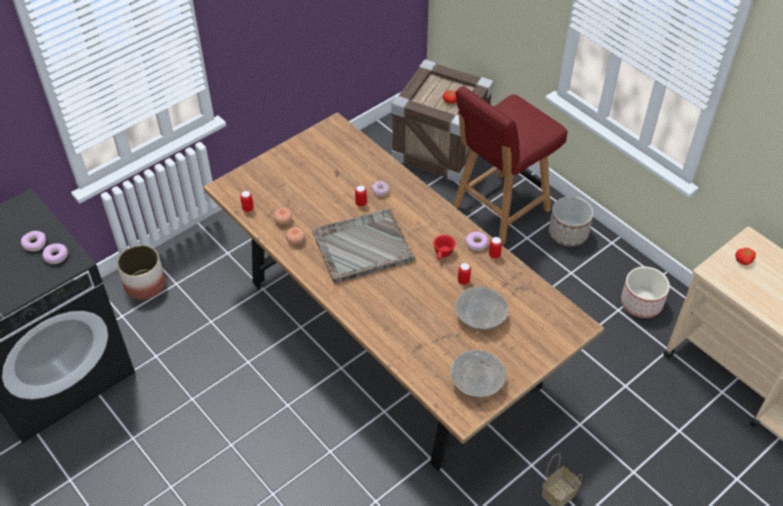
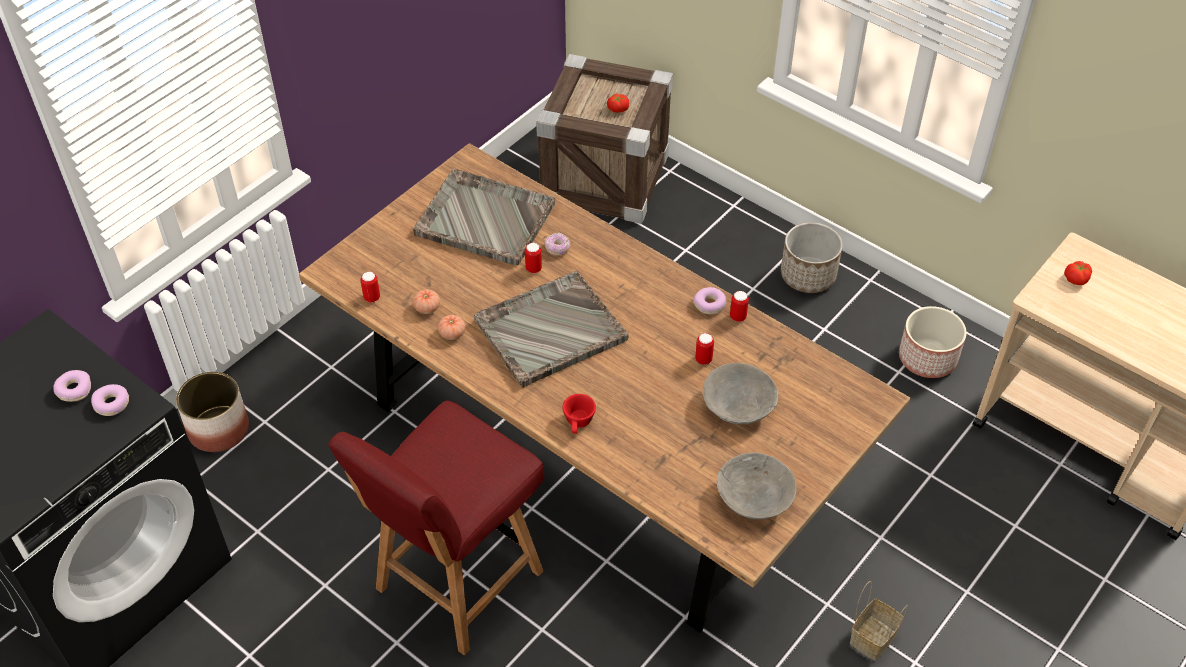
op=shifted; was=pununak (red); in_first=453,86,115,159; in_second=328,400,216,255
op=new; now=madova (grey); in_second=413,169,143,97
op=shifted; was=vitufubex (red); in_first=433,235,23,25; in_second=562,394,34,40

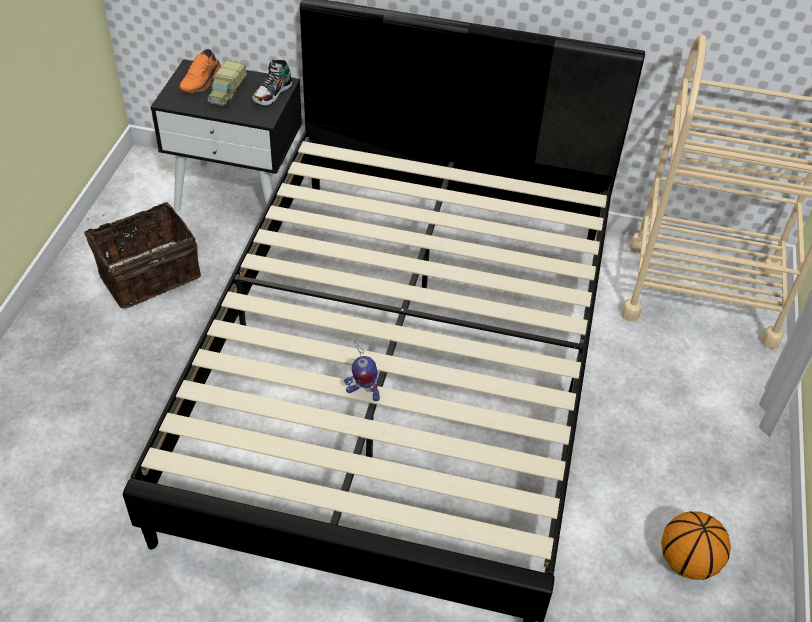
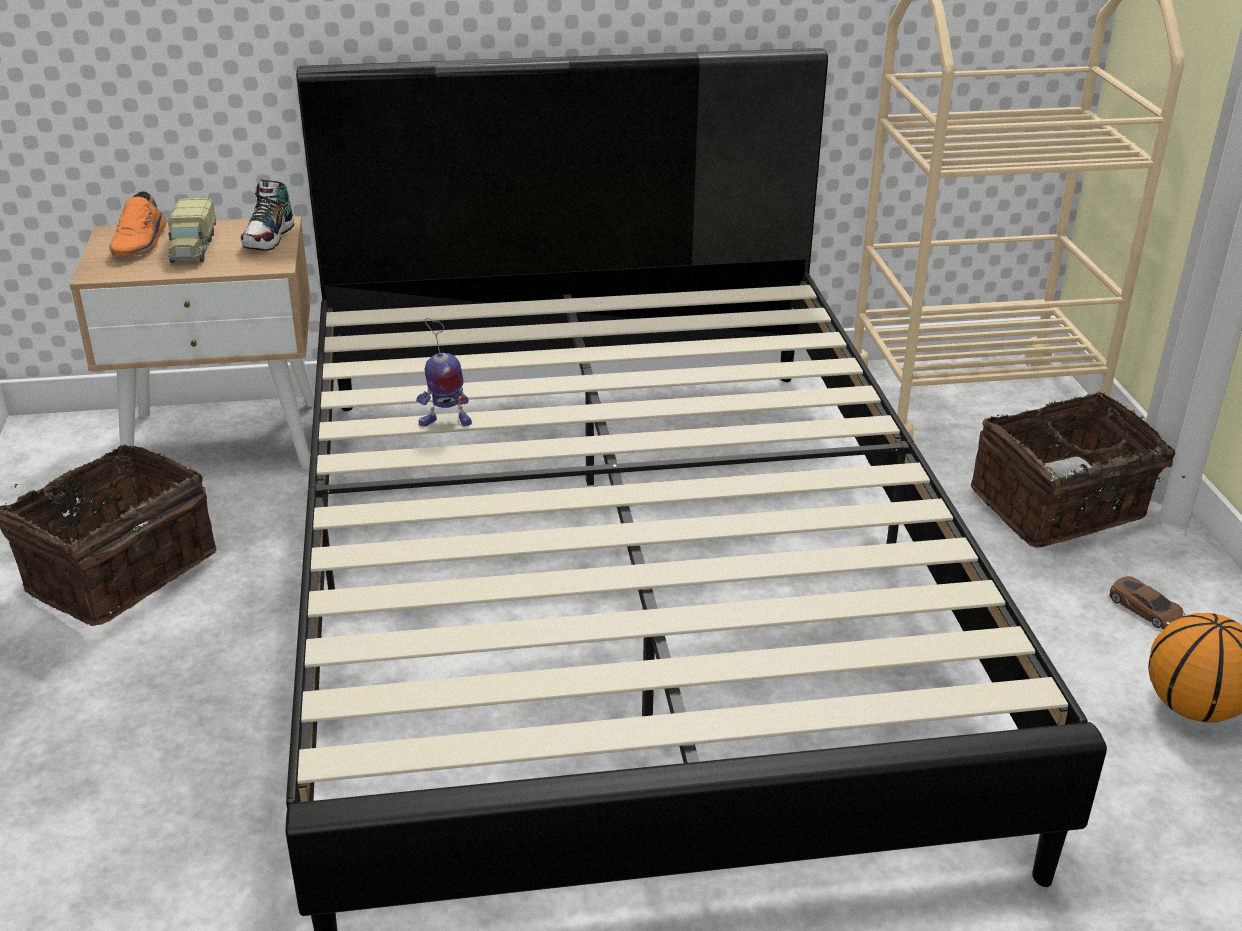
op=repainted; was=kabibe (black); now=kabibe (beige); in_first=150,59,152,153; in_second=70,216,244,253
op=shifted; was=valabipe; in_first=344,341,36,60; in_second=416,318,56,109
op=new; now=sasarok; in_second=971,392,214,156
op=new; now=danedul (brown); in_second=1109,576,77,53

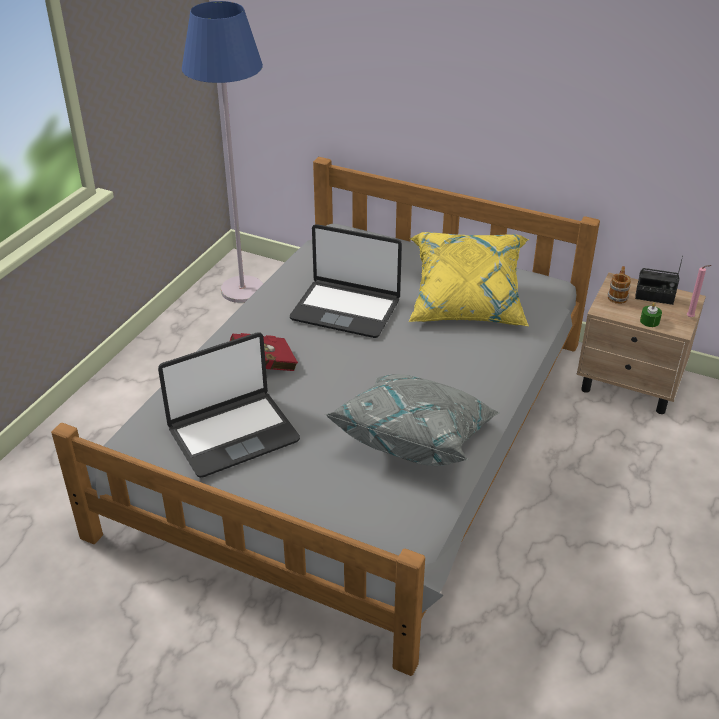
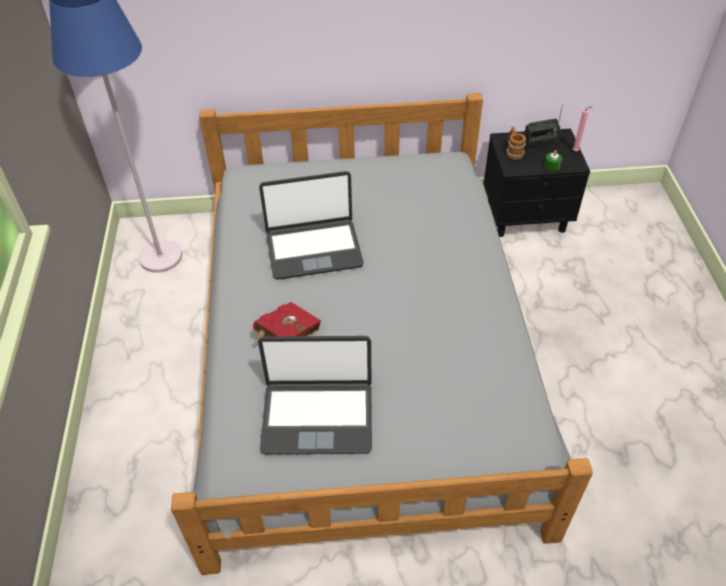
op=rotated; was=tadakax; in_first=158,332,142,146; in_second=258,336,114,118; clockwise=60
op=repainted; was=kabibe (beige); now=kabibe (black); in_first=577,272,129,142; in_second=483,129,107,108
op=gone; was=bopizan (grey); in_first=325,374,174,92
op=gone; was=bopizan (yellow); in_first=409,232,120,94

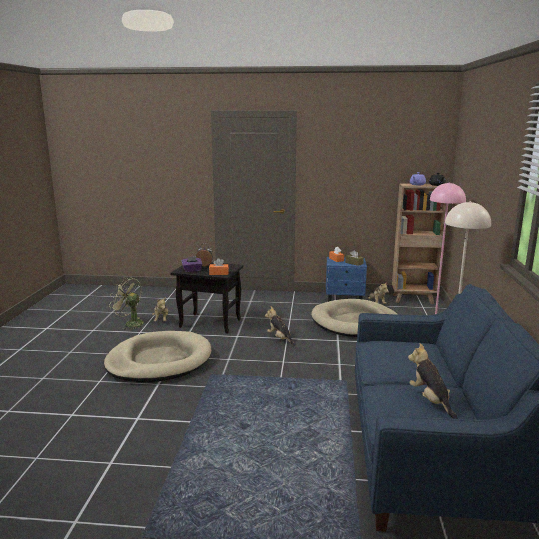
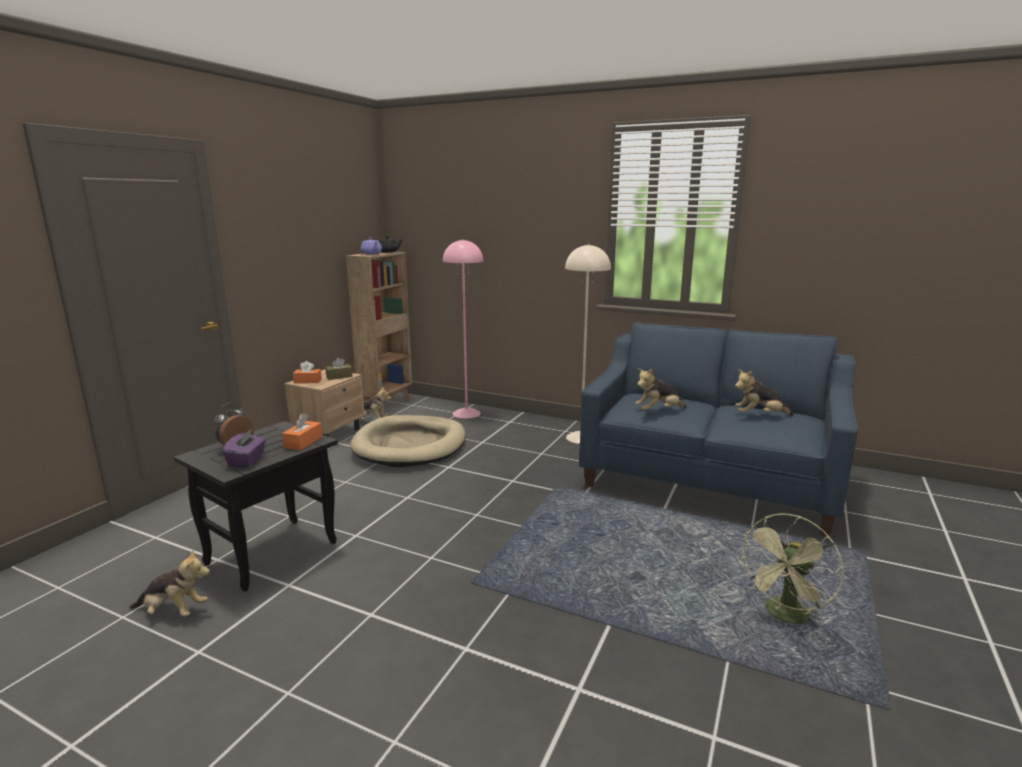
op=repainted; was=kabibe (blue); now=kabibe (beige); in_first=326,257,41,45; in_second=284,369,81,68
op=shifted; was=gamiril; in_first=265,306,31,40; in_second=635,368,52,42
op=shifted; was=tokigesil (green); in_first=109,278,35,52; in_second=738,513,106,115
op=gone; was=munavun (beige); in_first=104,331,107,51

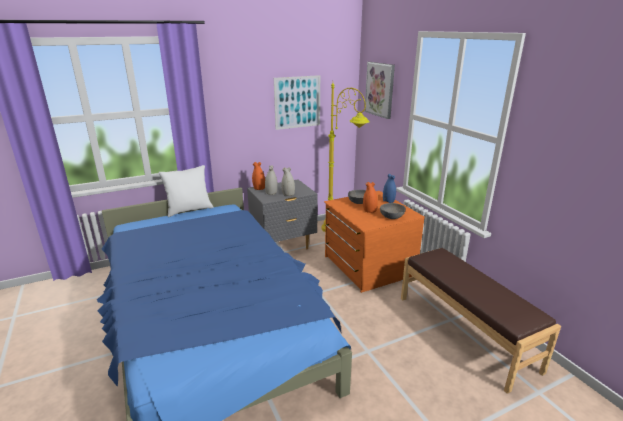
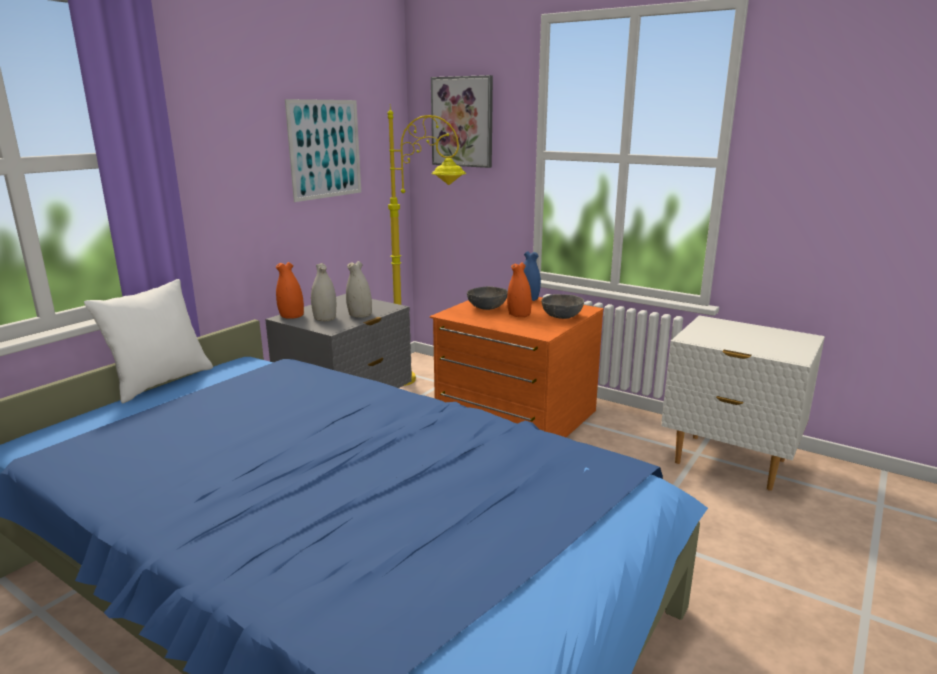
op=swapped; was=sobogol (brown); now=kabibe (white); in_first=401,248,160,146; in_second=661,315,164,176

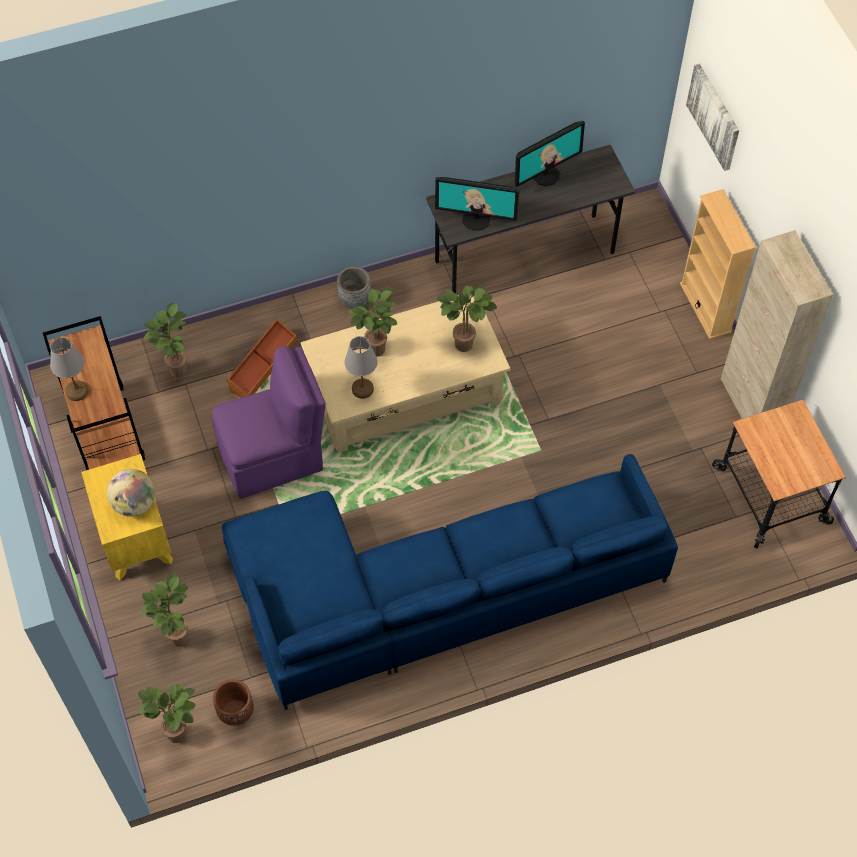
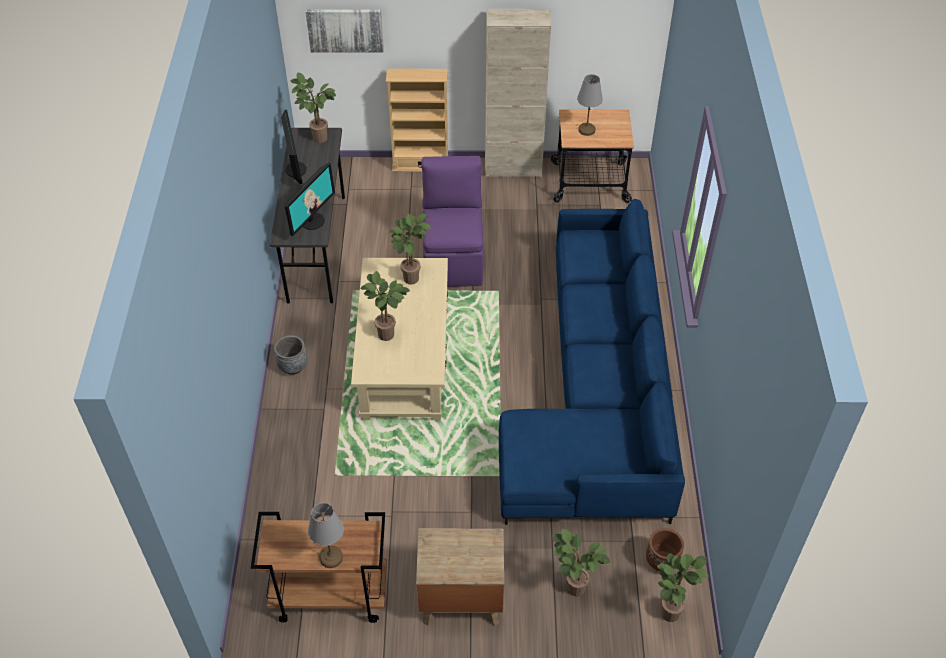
op=shifted; was=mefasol; in_first=144,303,43,75; in_second=290,73,46,70
op=repainted; was=kabibe (yellow); now=kabibe (brown); in_first=81,454,92,126; in_second=416,528,88,98
op=shifted; was=pununak (purple); in_first=212,346,114,153; in_second=421,156,63,131
op=shifted; was=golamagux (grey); in_first=345,336,32,63; in_second=577,74,26,62
op=gone; was=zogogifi; in_first=107,469,48,48
op=gone; was=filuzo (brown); in_first=227,319,70,79

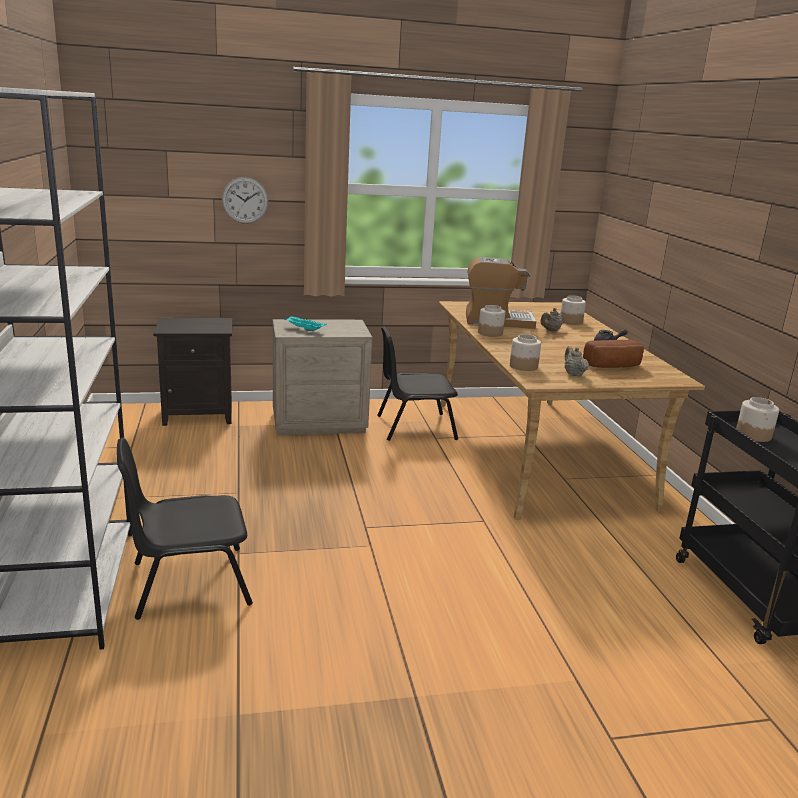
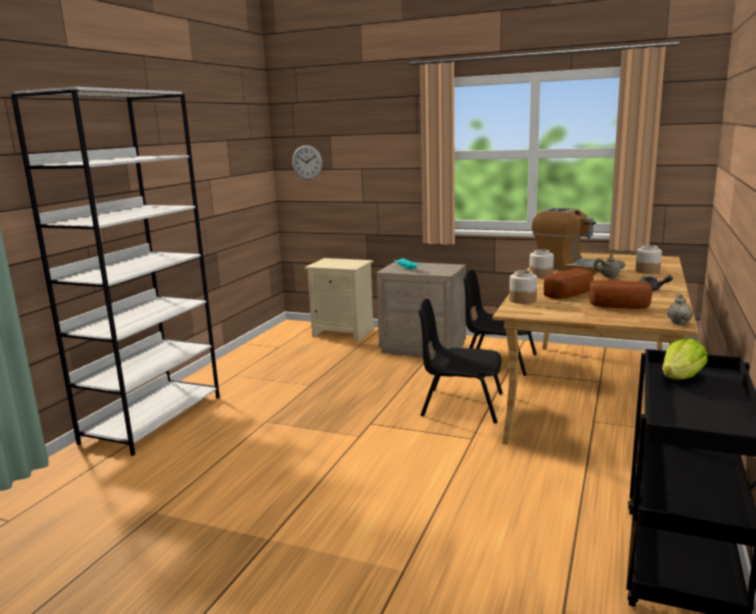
op=shifted; was=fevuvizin; in_first=222,177,46,47; in_second=292,145,31,35
op=repainted; was=kabibe (black); now=kabibe (beige); in_first=153,318,79,108; in_second=305,258,69,84
op=shifted; was=pununak (black); in_first=117,438,136,182; in_second=418,298,85,126
op=new; now=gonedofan; in_second=544,268,50,31
op=swapped; was=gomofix; now=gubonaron; in_first=736,397,43,45; in_second=662,338,46,42
op=shifted; was=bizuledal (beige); in_first=565,346,24,30; in_second=667,293,27,32

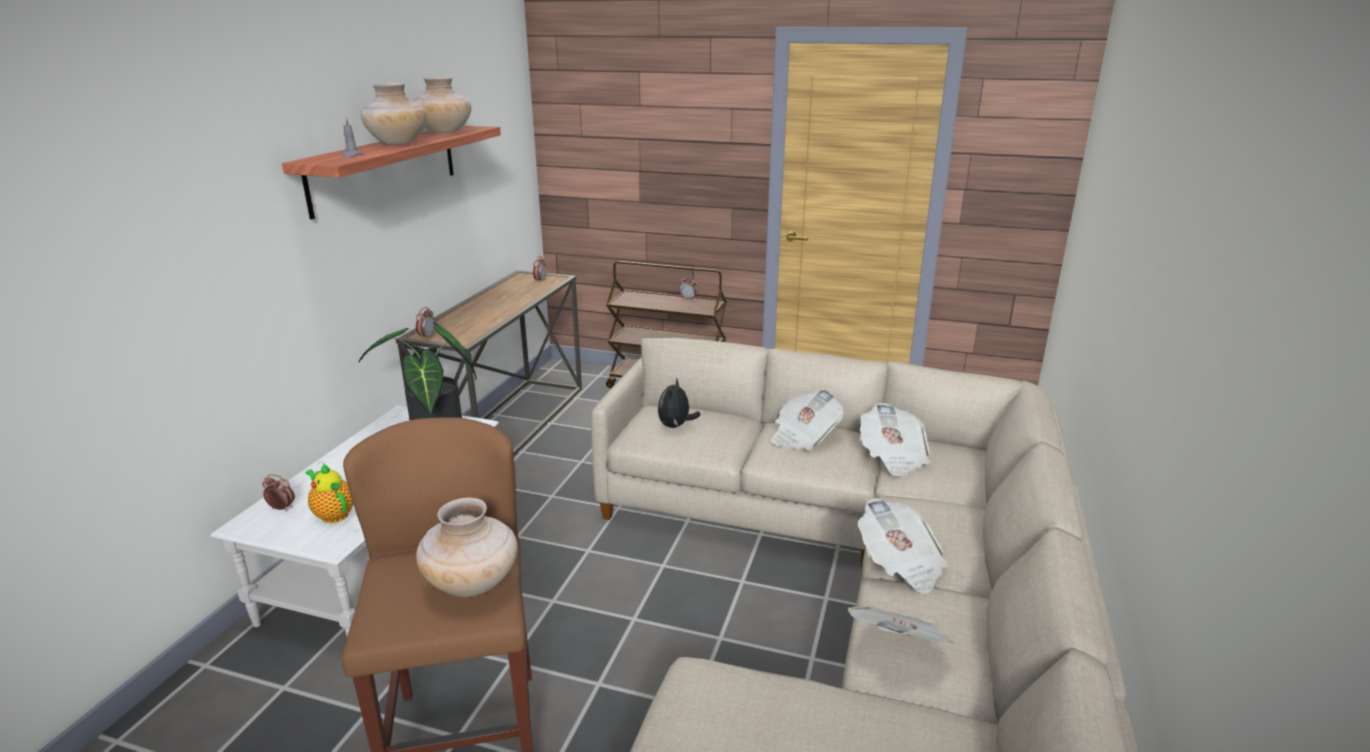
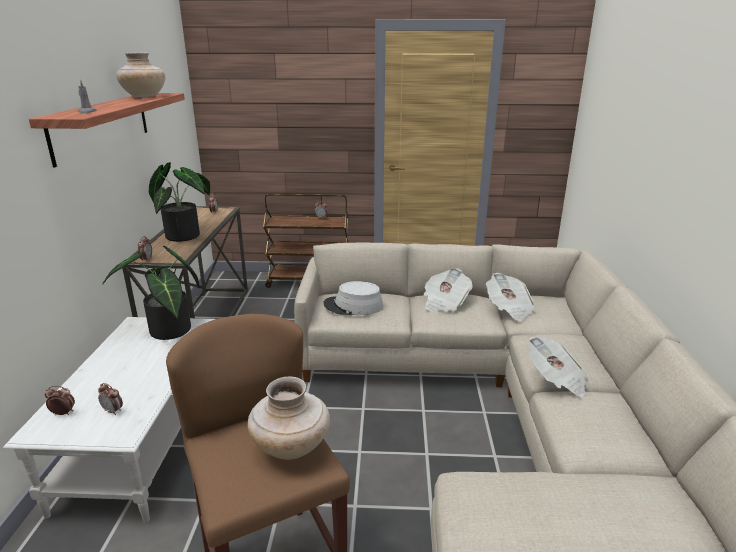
op=swapped; was=bizuledal; now=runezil; in_first=305,463,49,60; in_second=98,383,25,32
op=new; now=mefasol; in_second=149,162,61,80
op=swapped; was=gamiril; now=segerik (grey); in_first=658,377,43,51; in_second=323,281,60,34
op=gone; was=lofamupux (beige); in_first=361,83,66,62
op=gone; was=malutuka; in_first=848,606,106,38

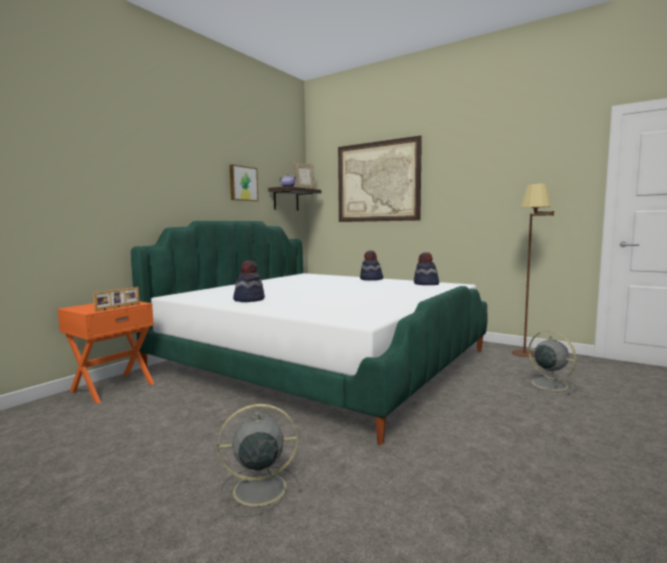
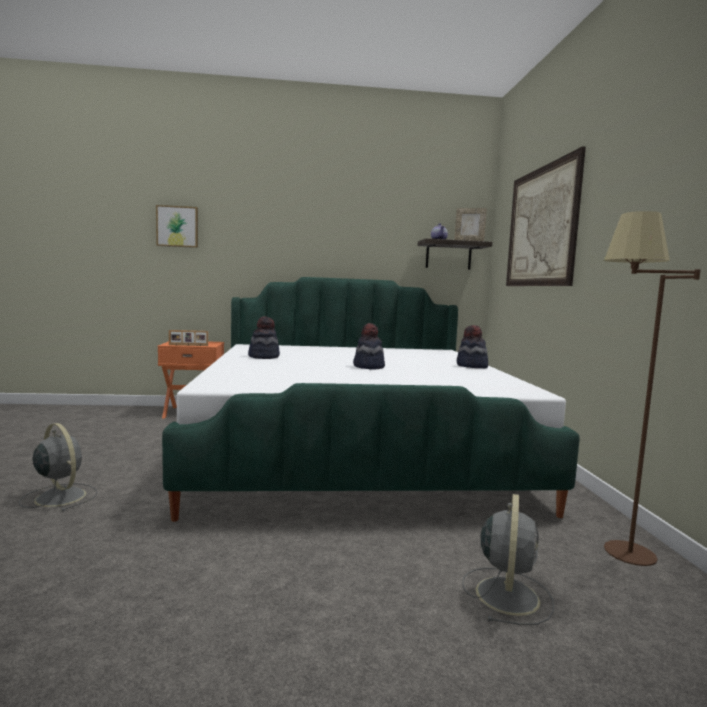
op=shifted; was=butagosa; in_first=230,164,28,37; in_second=156,205,42,43
op=shifted; was=segerik; in_first=414,252,25,33; in_second=353,323,32,47

